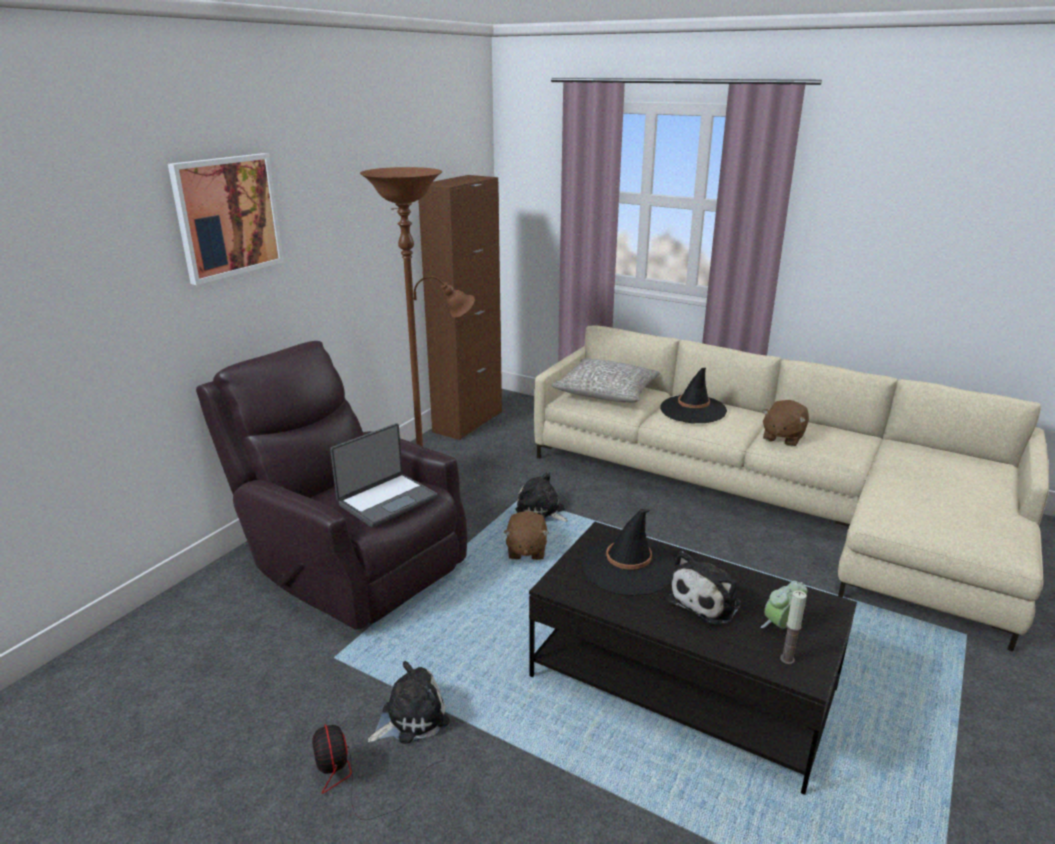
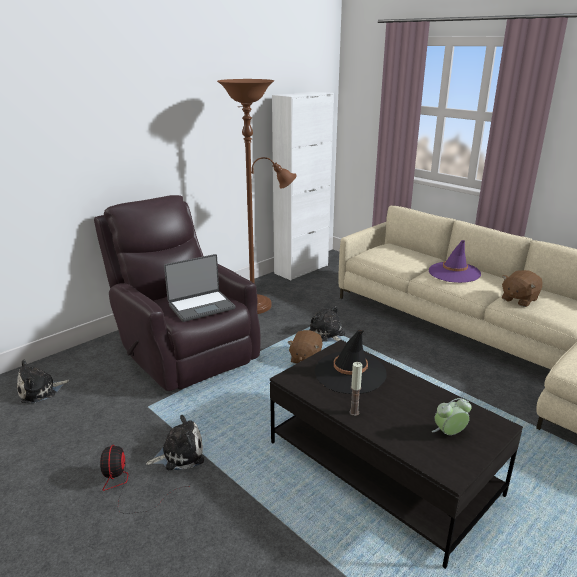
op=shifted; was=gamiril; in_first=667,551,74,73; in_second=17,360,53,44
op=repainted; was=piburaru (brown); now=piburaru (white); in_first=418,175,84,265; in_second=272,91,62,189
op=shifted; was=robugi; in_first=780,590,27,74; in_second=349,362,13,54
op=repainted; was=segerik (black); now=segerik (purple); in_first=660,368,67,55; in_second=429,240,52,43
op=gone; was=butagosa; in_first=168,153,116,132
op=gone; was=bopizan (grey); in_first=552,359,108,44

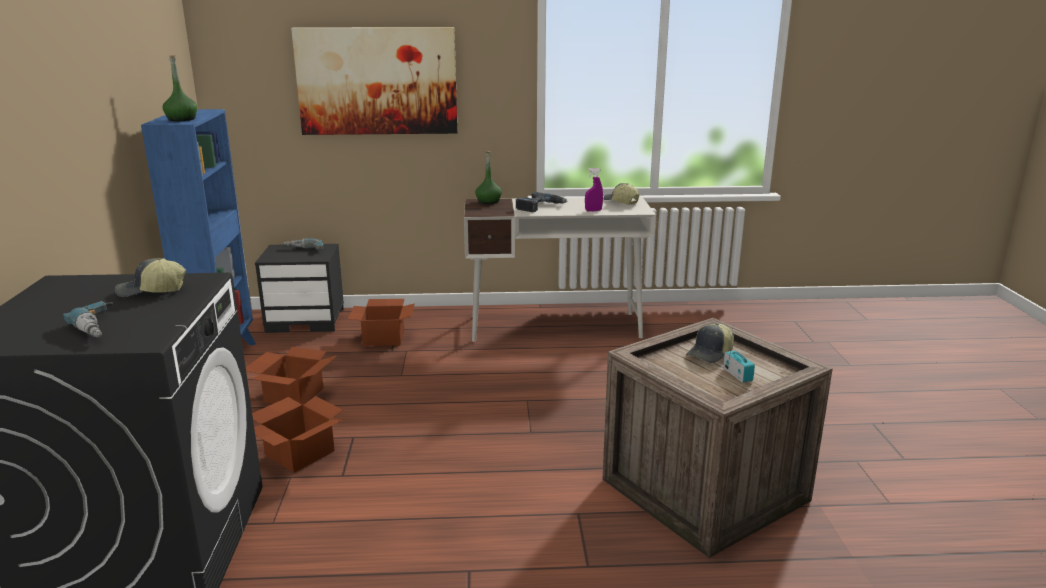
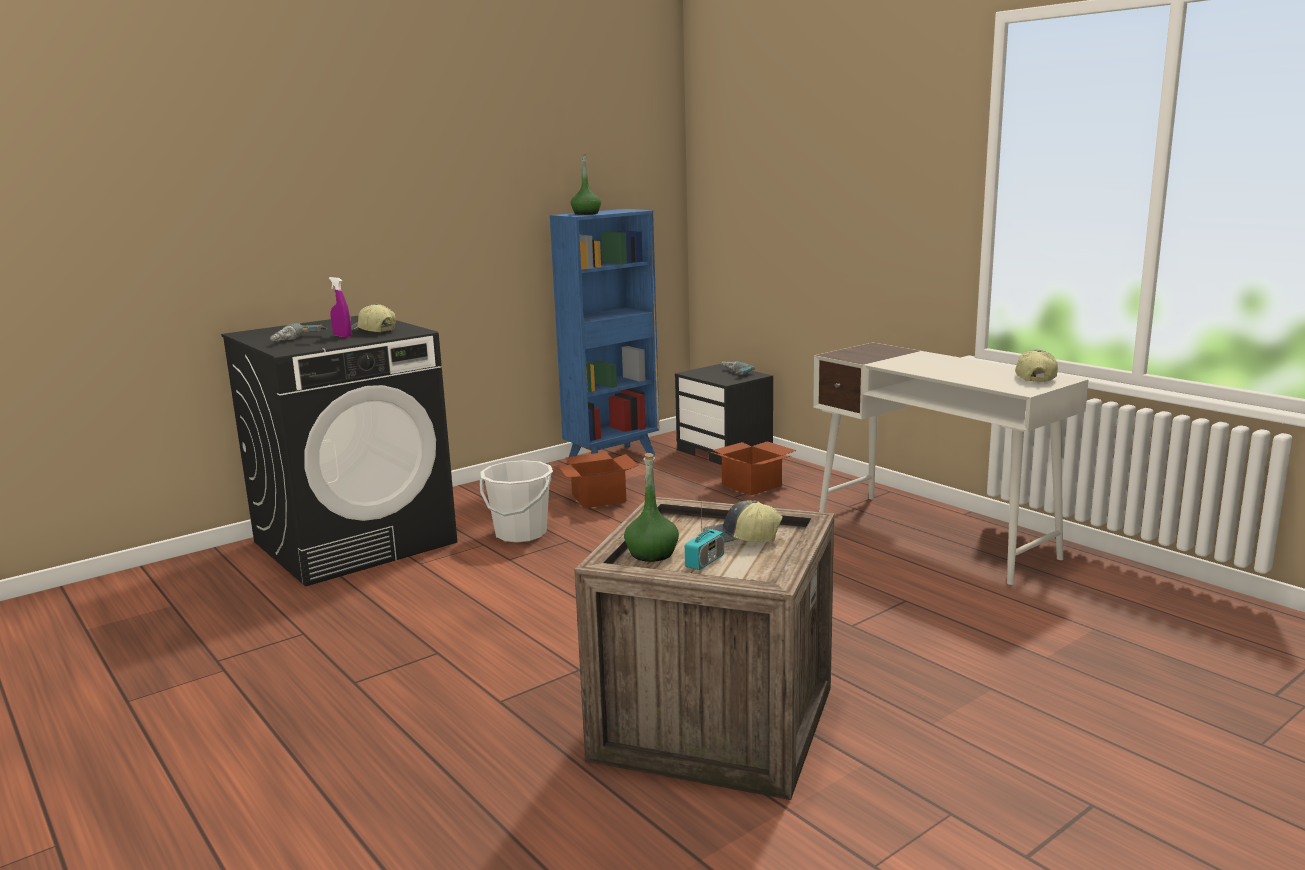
op=shifted; was=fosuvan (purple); in_first=585,168,18,44; in_second=329,277,22,61
op=swapped; was=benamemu; now=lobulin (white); in_first=252,396,92,77; in_second=480,460,73,83
op=shifted; was=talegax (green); in_first=475,151,27,53; in_second=624,453,55,109
op=gone; was=butagosa; in_first=291,27,167,108
op=gone; was=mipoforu; in_first=516,192,52,20

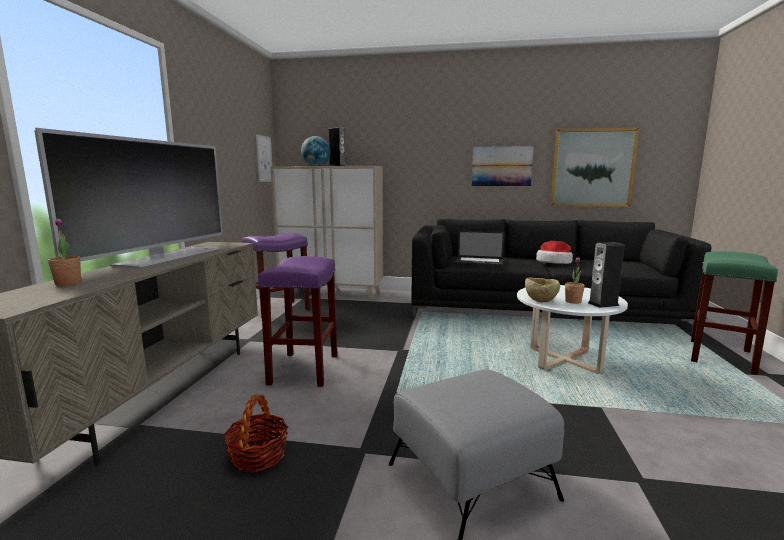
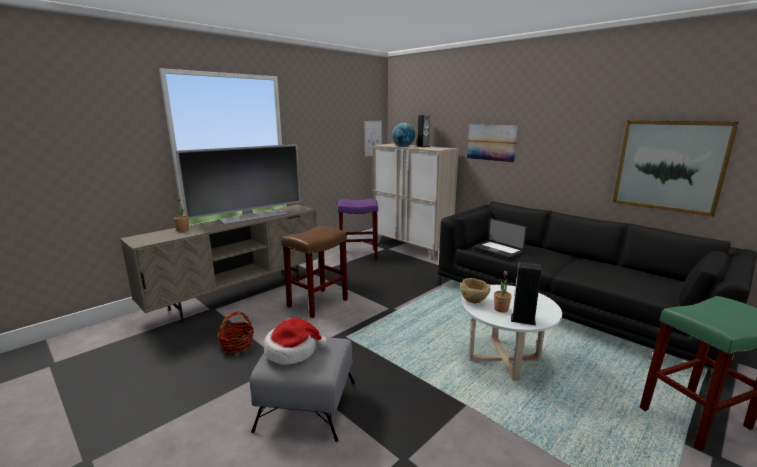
op=shifted; was=segerik; in_first=536,241,37,23; in_second=264,318,64,47
op=repainted; was=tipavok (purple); now=tipavok (brown); in_first=258,256,80,131; in_second=282,226,66,92
op=shifted; was=butagosa; in_first=472,146,62,40; in_second=467,124,51,39

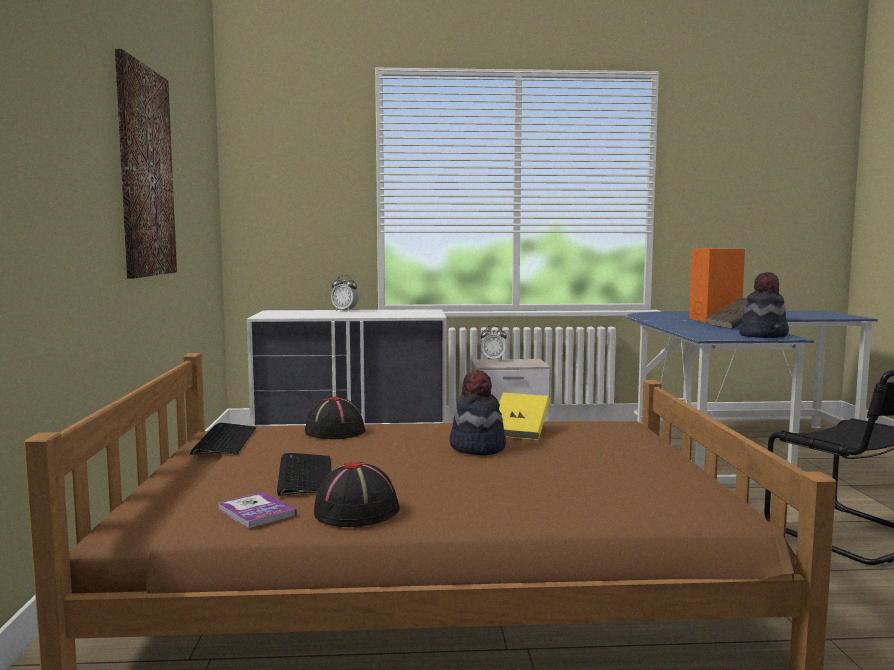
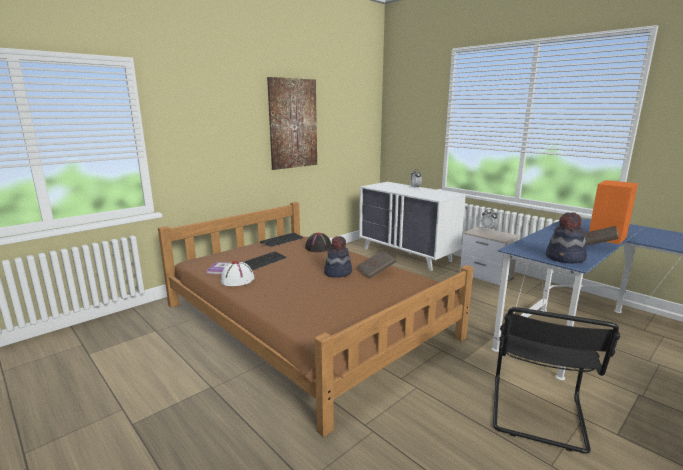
op=repainted; was=segerik (black); now=segerik (white); in_first=314,462,86,65; in_second=221,261,33,25
op=repainted; was=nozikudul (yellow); now=nozikudul (brown); in_first=499,393,51,47; in_second=357,250,39,29

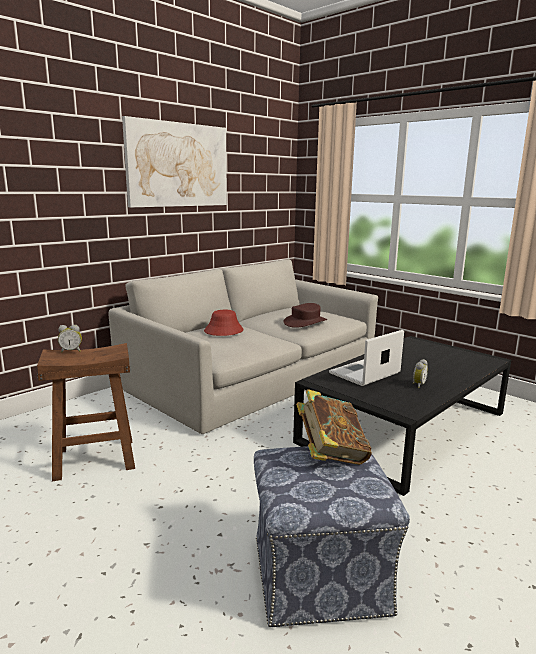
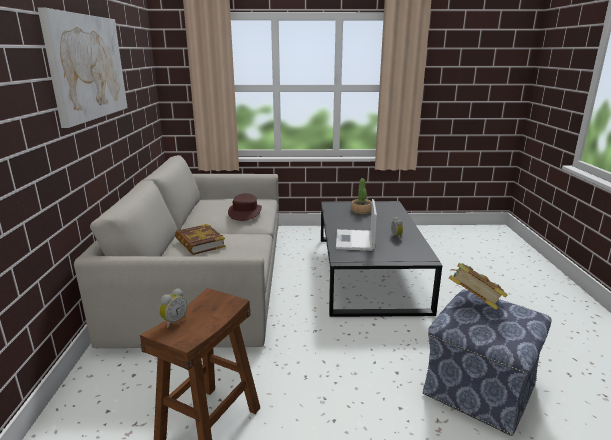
op=swapped; was=segerik (red); now=nozikudul; in_first=204,310,39,26; in_second=175,224,51,31
op=new; now=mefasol; in_second=351,178,21,36

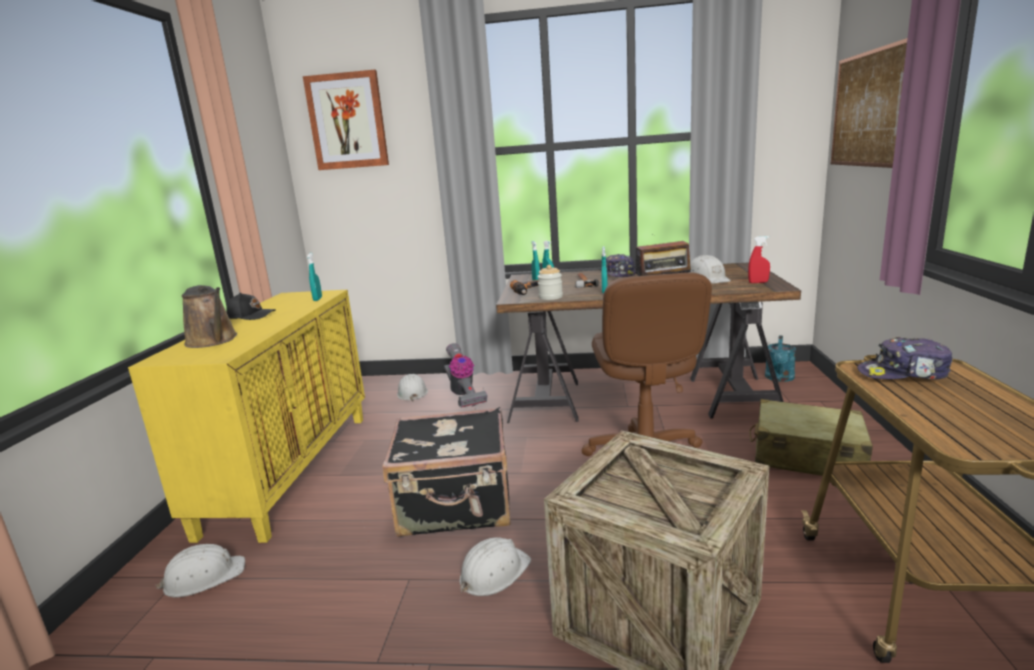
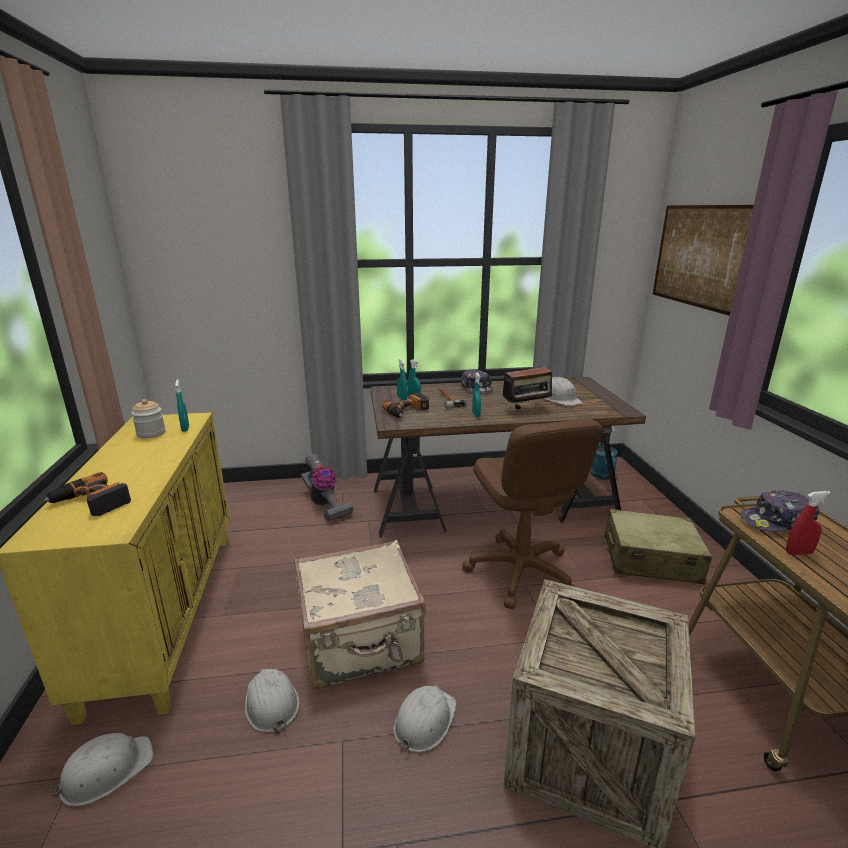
op=swapped; was=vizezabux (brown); now=mipoforu; in_first=182,285,55,63; in_second=44,472,87,44
op=shifted; was=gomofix; in_first=537,265,26,35; in_second=131,399,35,40
op=shifted; was=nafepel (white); in_first=397,374,31,27; in_second=245,668,54,66
op=repainted; was=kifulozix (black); now=kifulozix (beige); in_first=382,407,129,130; in_second=294,540,132,150
op=shifted; was=fosuvan (red); in_first=748,236,22,47; in_second=786,491,44,64
op=gone; was=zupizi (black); in_first=226,293,50,27
op=gone; was=butagosa; in_first=303,70,86,100

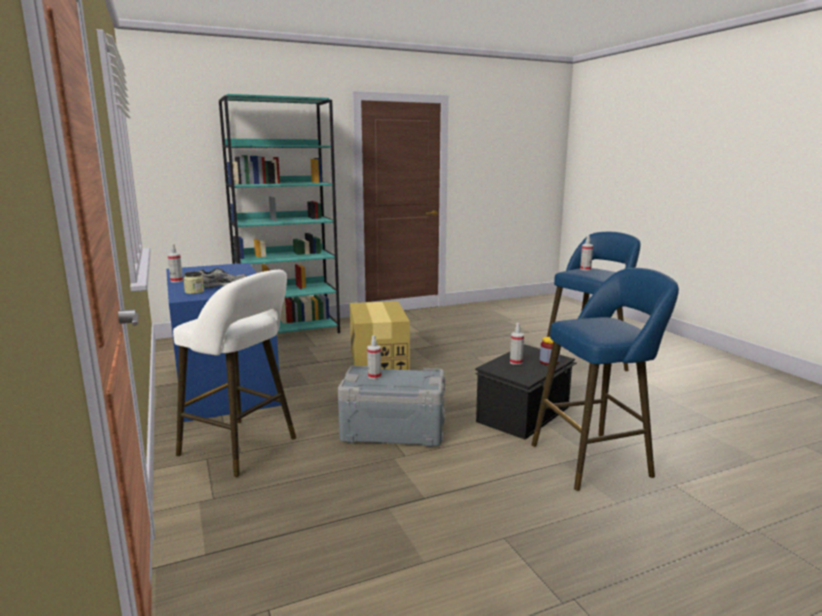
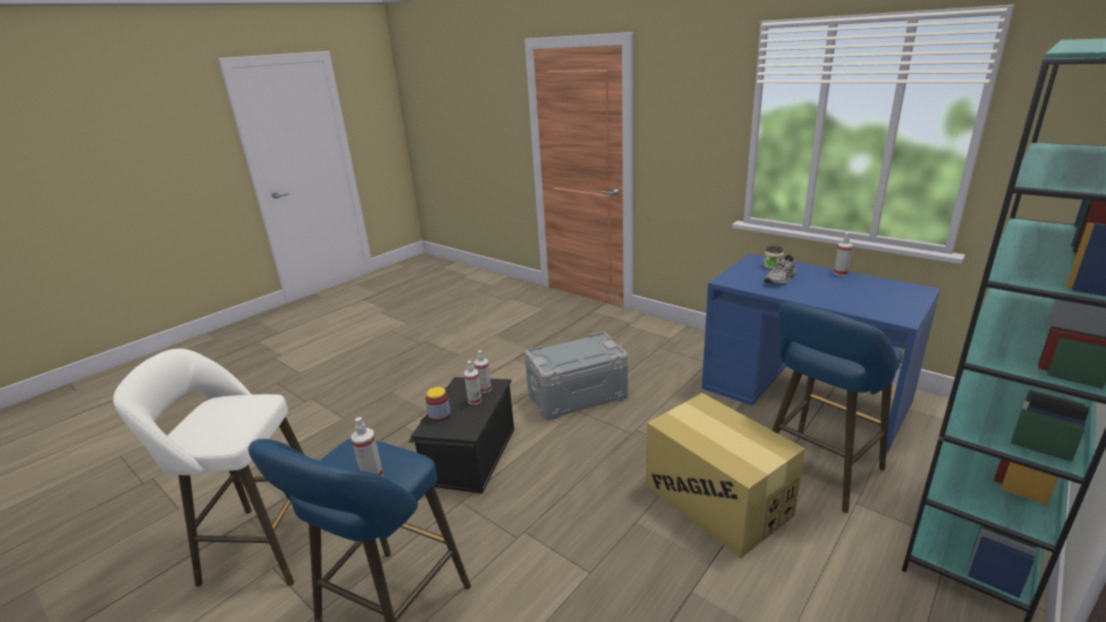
op=shifted; was=tipavok (white); in_first=173,270,123,207; in_second=113,349,191,238
op=shifted; was=fosuvan; in_first=367,335,14,44; in_second=475,350,16,43
op=shifted; was=tipavok (blue); in_first=531,268,148,223; in_second=772,302,130,211

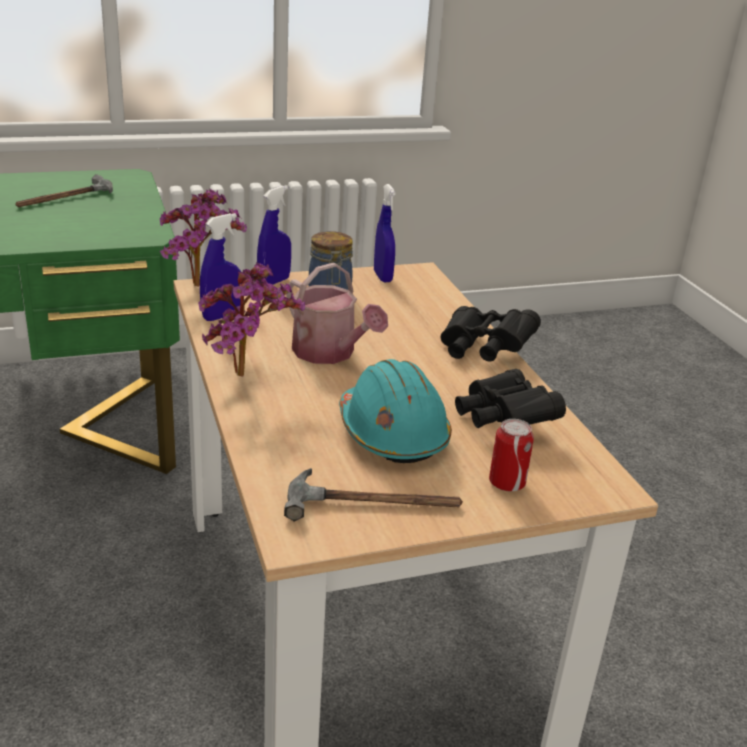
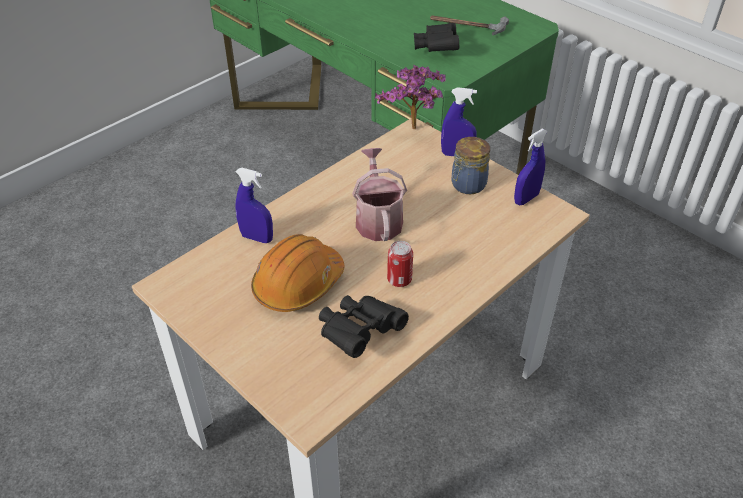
op=shifted; was=fosuvan (blue); in_first=200,213,42,108; in_second=236,168,37,75
op=repainted; was=nafepel (turquoise); now=nafepel (orange); in_first=339,359,113,104; in_second=251,234,93,78
op=rotated; was=vizezabux; in_first=286,262,102,102; in_second=352,148,55,93; clockwise=150
op=shifted; was=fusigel; in_first=489,419,45,72; in_second=387,241,26,46
op=shifted; was=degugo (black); in_first=441,306,100,56; in_second=414,23,45,29
op=gone; was=mefasol; in_first=198,262,107,115
op=gone; was=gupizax; in_first=284,468,179,53

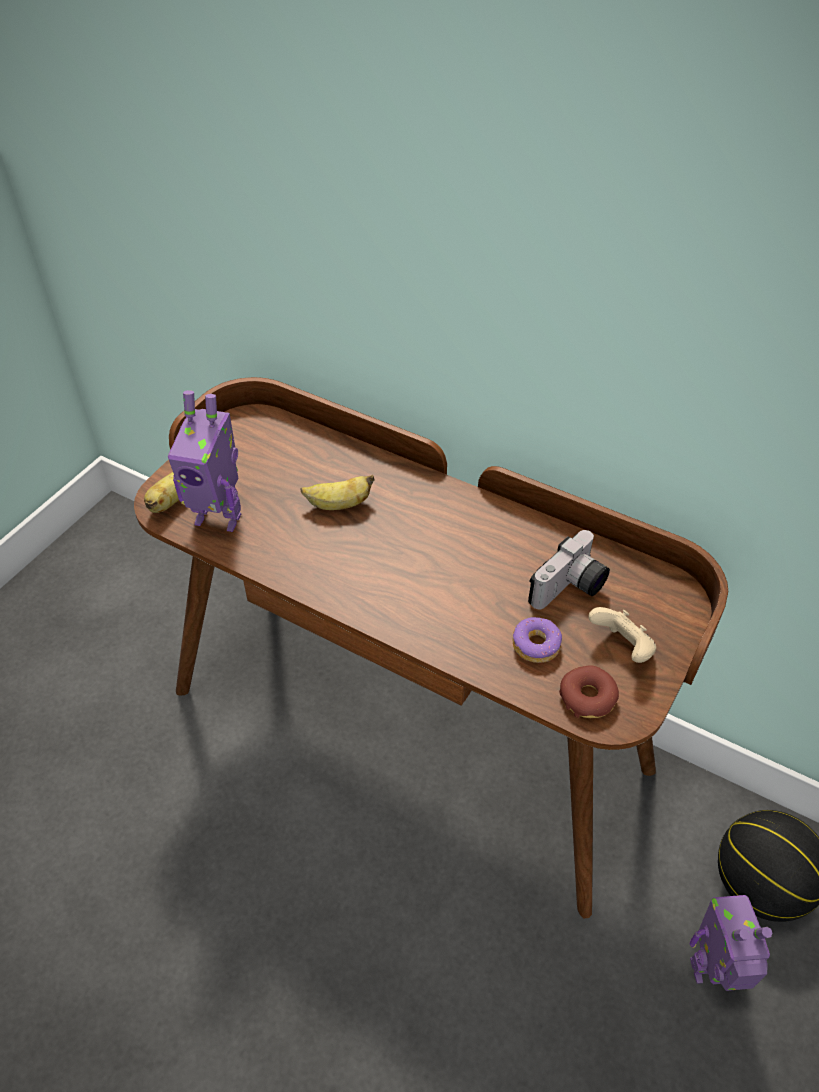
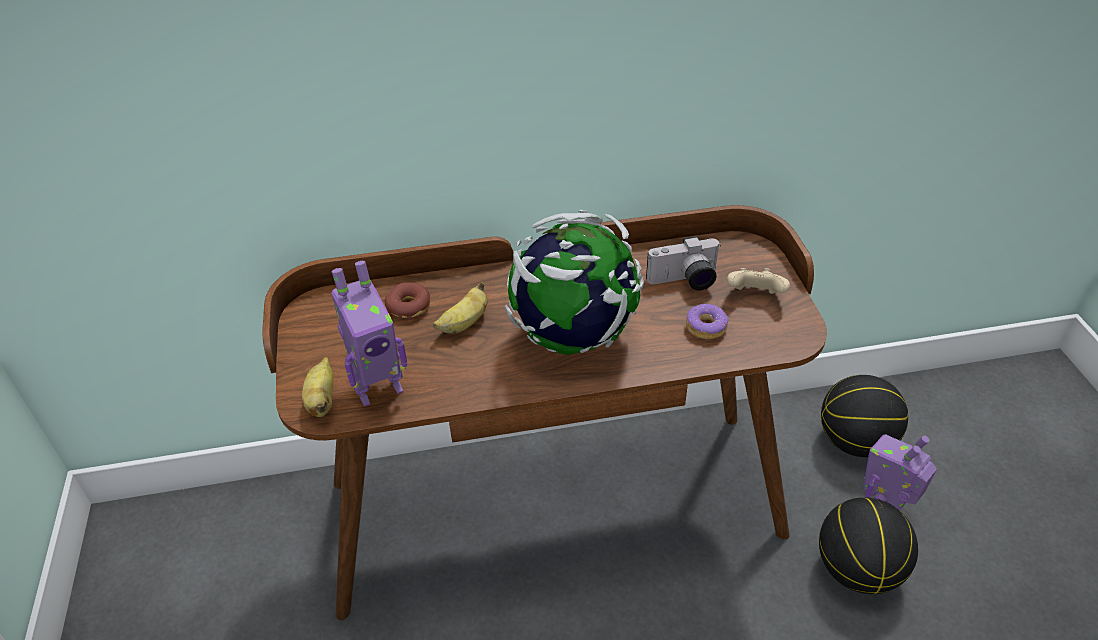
op=shifted; was=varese; in_first=559,665,60,53; in_second=385,282,45,38
op=new; now=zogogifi; in_second=504,210,140,145
op=rotated; was=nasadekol; in_first=528,530,82,79; in_second=646,236,75,54; clockwise=75
op=new; now=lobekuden; in_second=819,497,99,97

